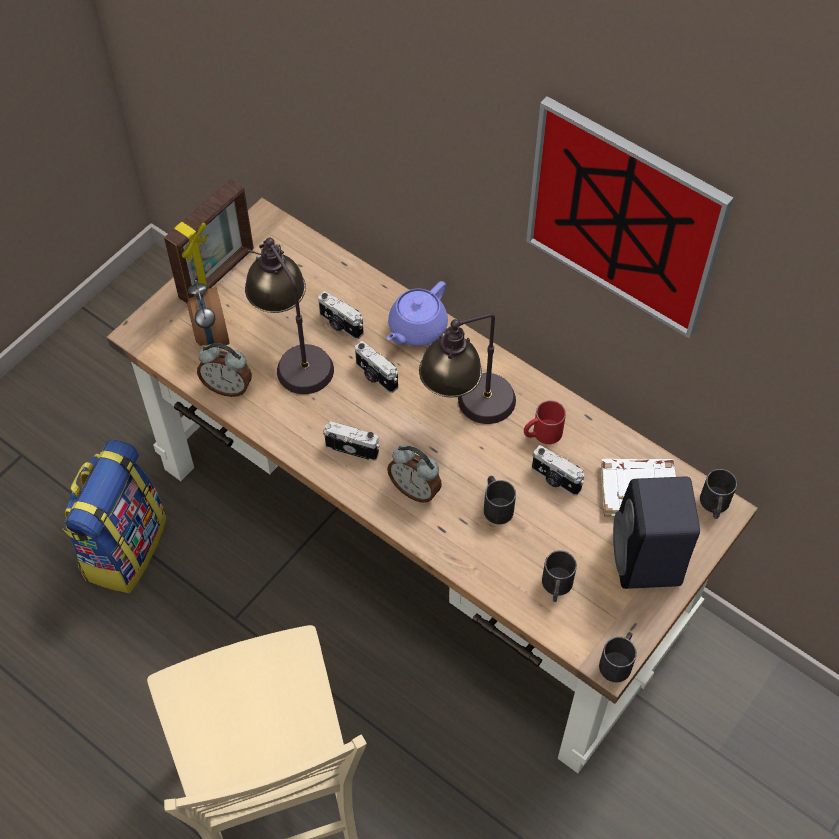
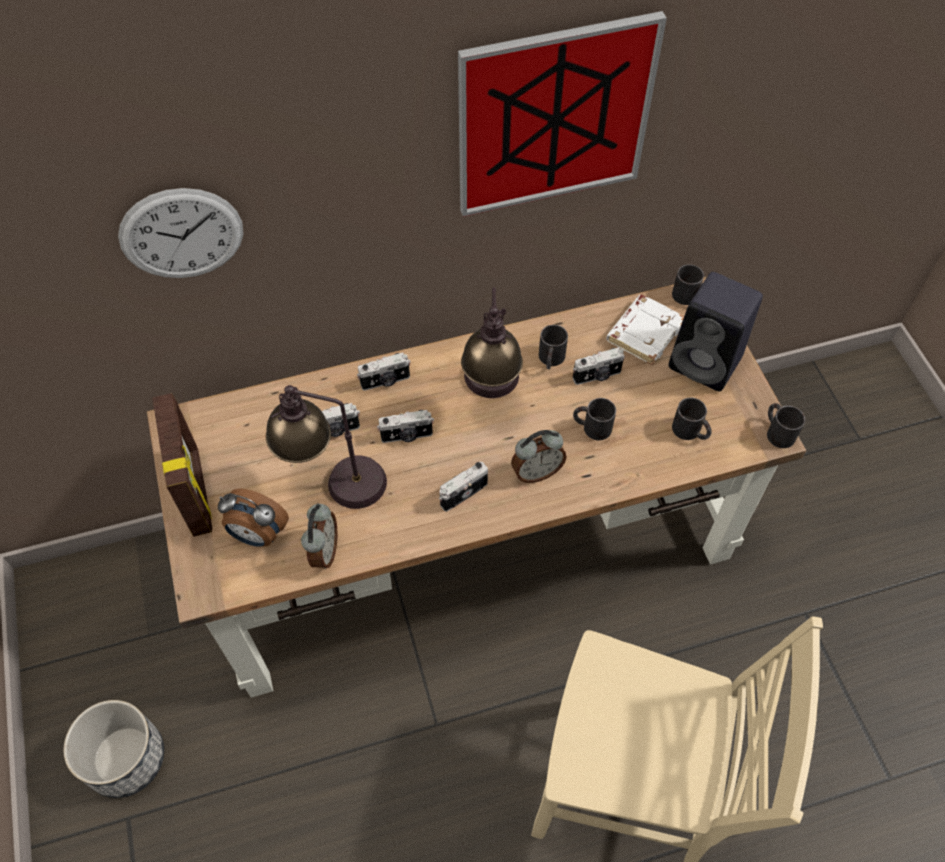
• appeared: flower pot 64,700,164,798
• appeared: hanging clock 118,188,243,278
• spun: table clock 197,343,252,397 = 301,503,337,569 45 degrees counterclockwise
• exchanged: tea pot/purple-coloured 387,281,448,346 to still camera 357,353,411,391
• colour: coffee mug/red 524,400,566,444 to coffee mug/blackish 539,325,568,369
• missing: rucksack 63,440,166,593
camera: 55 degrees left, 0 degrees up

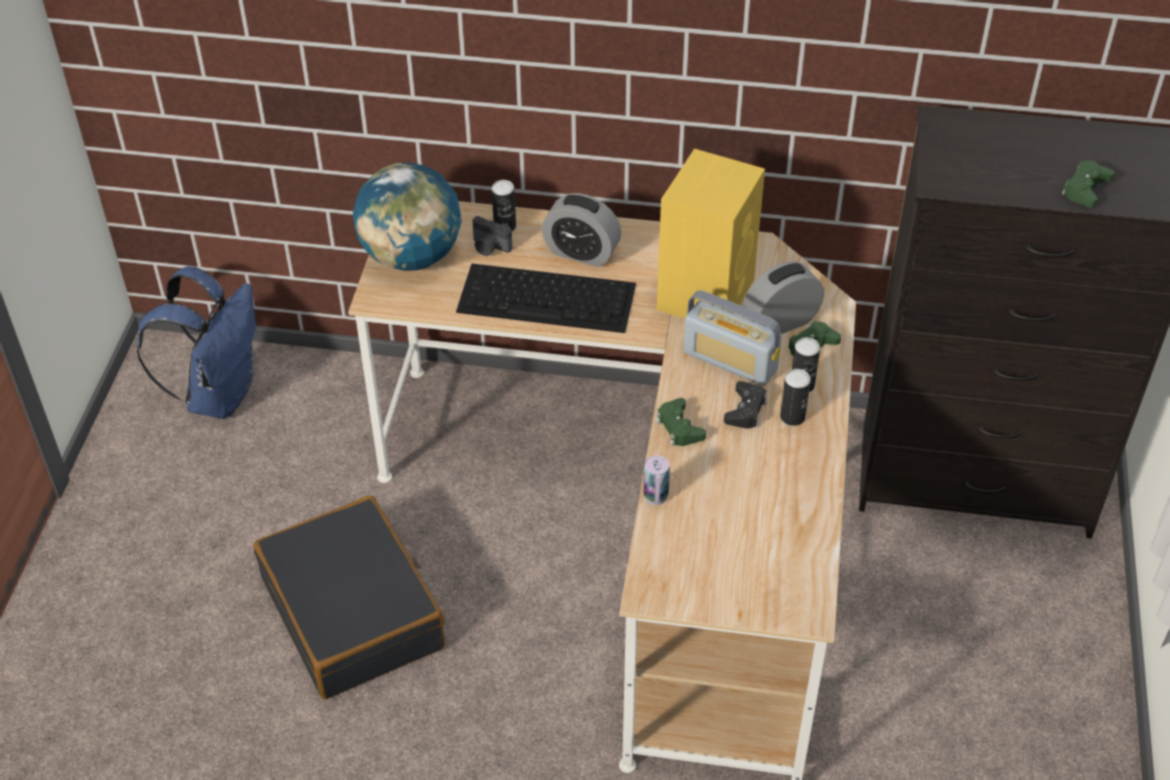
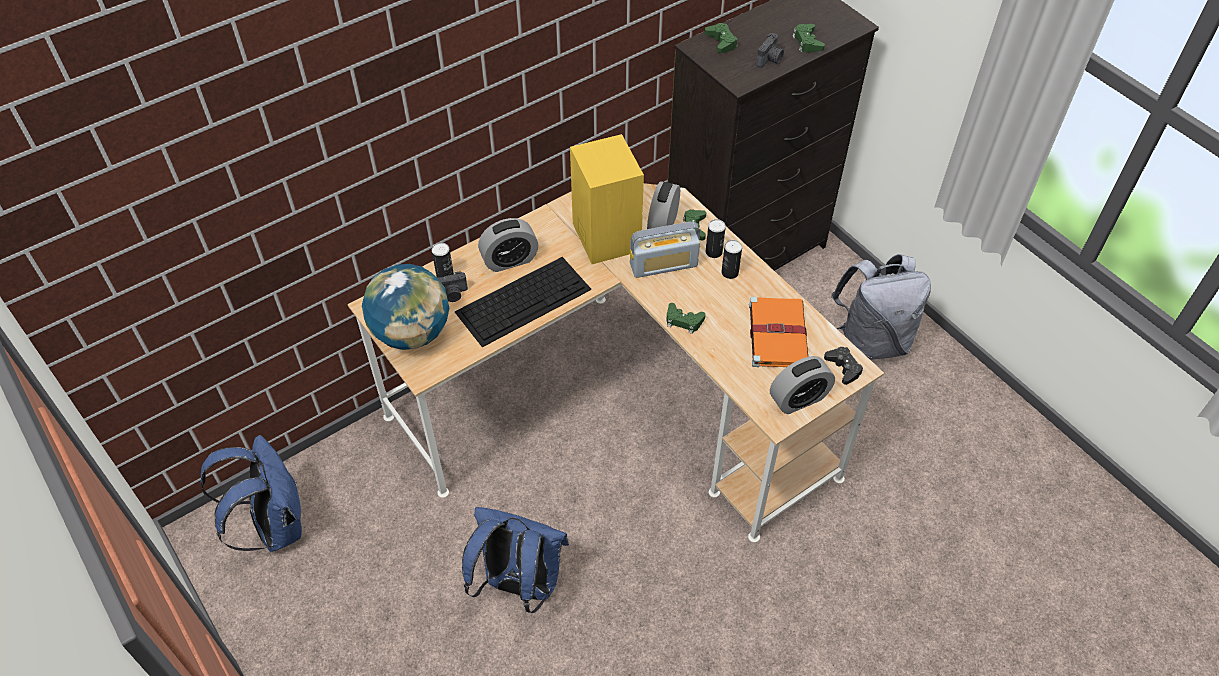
• exchanged: piece of luggage/blackish 253,495,445,699 to rucksack/blue-coloured 462,507,569,613
• appeared: gamepad/green 705,23,738,53
• appeared: book/orangey 749,297,808,367
• appeared: still camera 756,33,784,68
• appeared: table clock 770,356,835,414
• relocated: gamepad/blackish 724,381,767,429 to 824,347,863,385
• appeared: rucksack/grey 831,254,931,360
• missing: can 643,455,670,505
camera: 45 degrees left, 5 degrees up

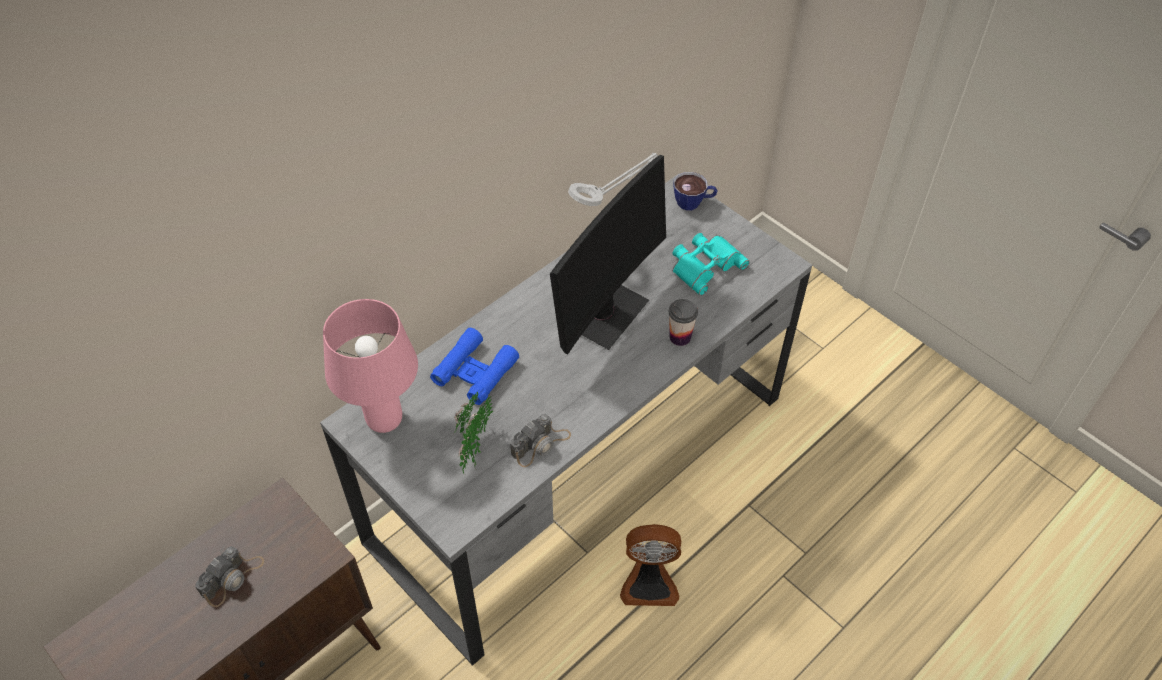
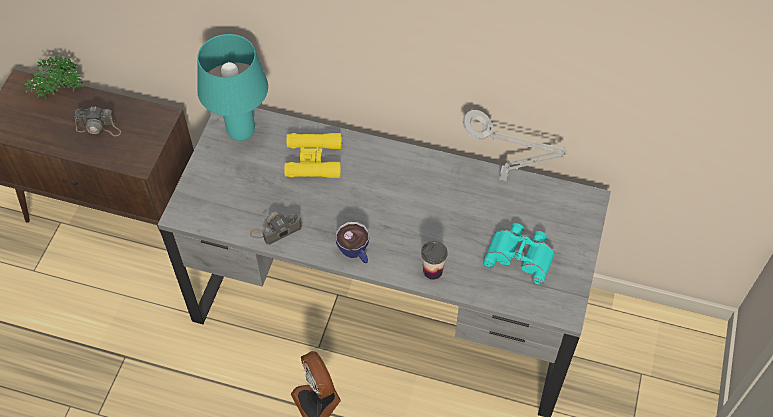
• relocated: potted plant 454,391,494,474 to 22,56,83,98
• colour: tabletop lamp/pink 323,299,418,433 to tabletop lamp/blue-green 197,34,268,141
• spun: still camera 510,414,571,467 = 250,211,302,245 135 degrees clockwise
• colour: pair of binoculars/blue-coloured 430,328,519,405 to pair of binoculars/yellow 284,133,342,178
• relocated: cup 673,172,717,211 to 336,222,369,263
• missing: monitor 550,155,666,354
camera: 60 degrees right, 5 degrees up

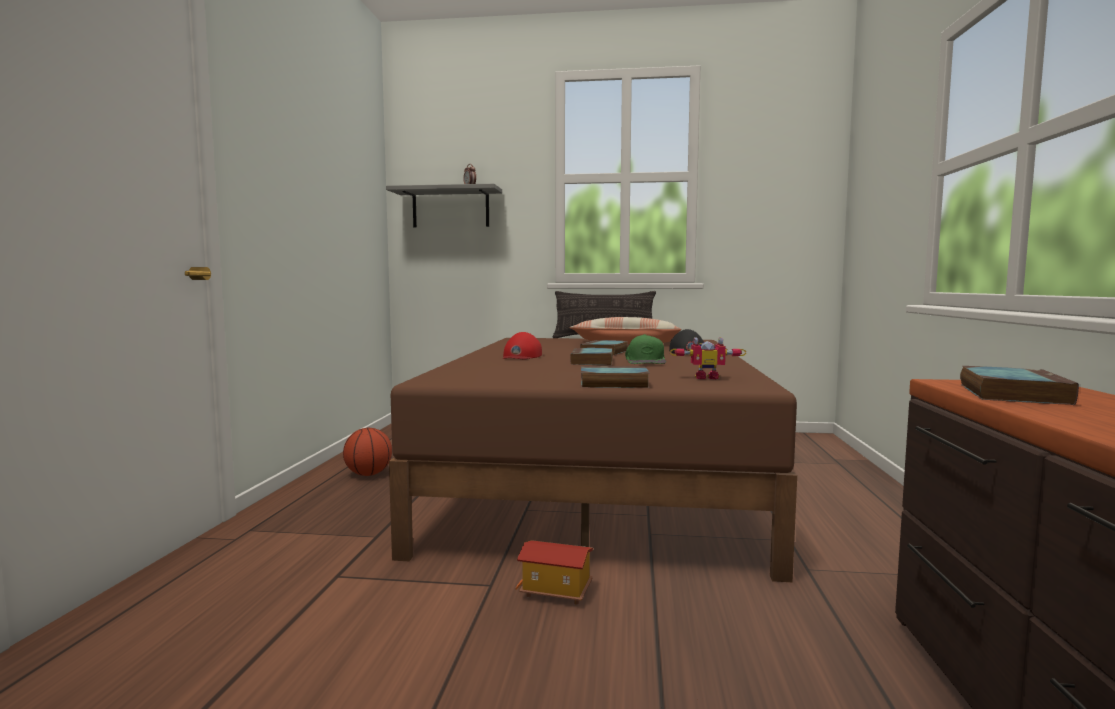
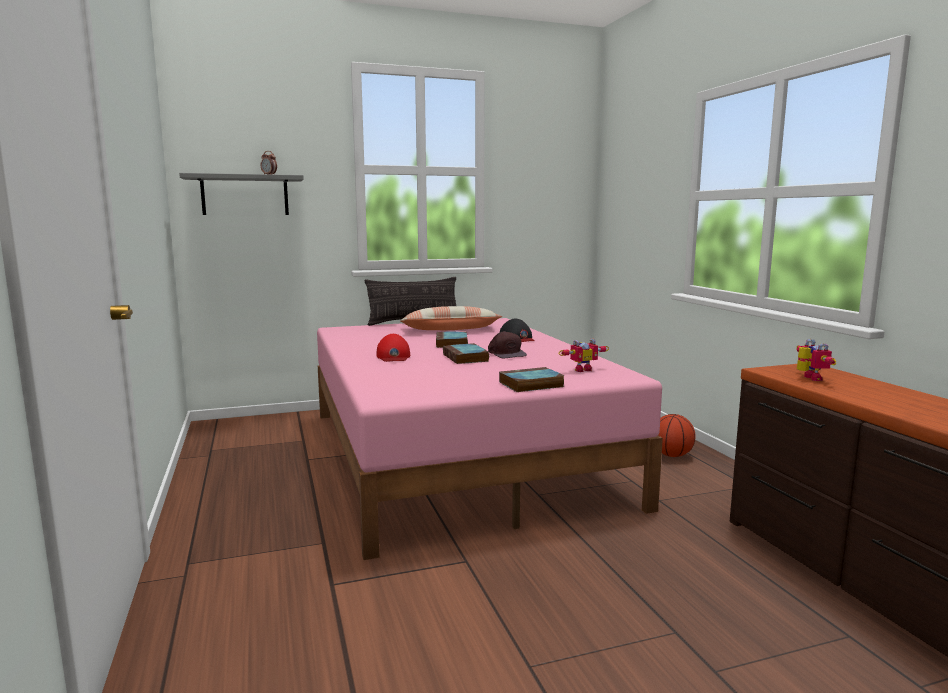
• colour: bed/brown 389,338,797,582 to bed/pink 317,318,663,560
• colour: baseball cap/green 625,334,666,364 to baseball cap/brown 488,331,527,358
• relocated: basketball 343,428,392,476 to 658,414,696,457
• exchanged: book 960,366,1079,405 to toy robot 796,339,836,381
• missing: miniature house 515,540,593,604
camera: 25 degrees left, 5 degrees up

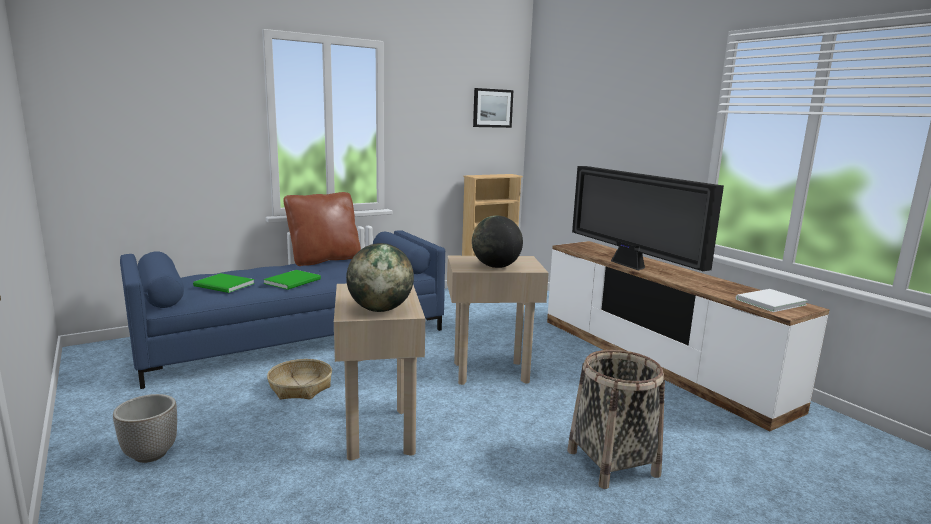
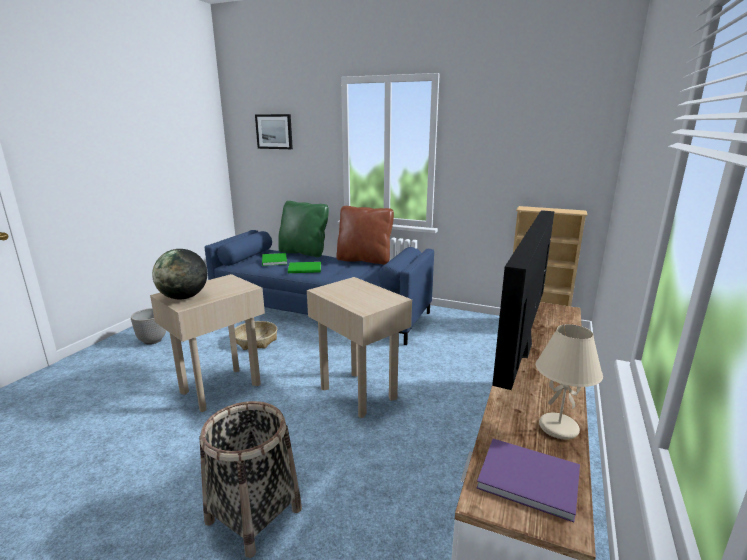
• relocated: wall art 473,88,514,128 to 255,114,293,149
• appeared: cushion/green 278,201,329,257
• colour: book/white 736,289,807,312 to book/purple-coloured 477,439,580,522
• appeared: tabletop lamp/beige 536,324,603,440
• missing: world globe 472,216,523,268
camera: 55 degrees right, 5 degrees up

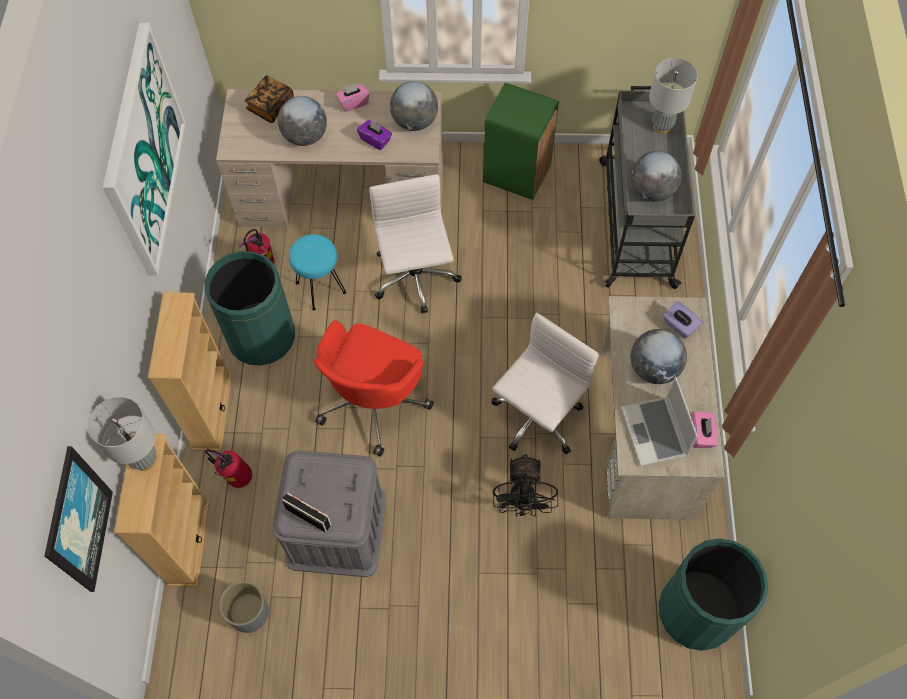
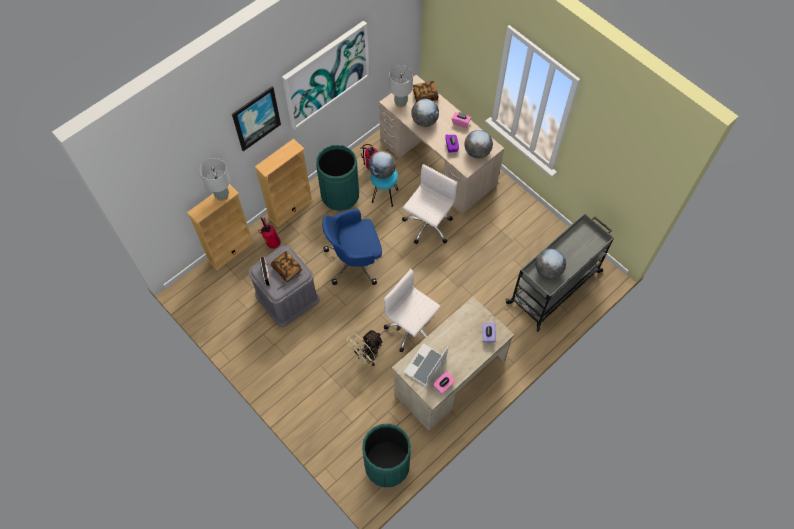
• relocated: wall art 44,446,113,592 to 232,86,281,151
• appeared: book 271,251,302,282
• colour: office chair/red 314,320,434,457 to office chair/blue-coloured 322,208,382,285
• colour: electric fan/blackish 493,454,558,517 to electric fan/beige 346,329,384,367
• relocated: world globe 631,329,687,384 to 369,151,396,179
• spun: office chair/white 491,313,599,454 = 384,269,441,352 135 degrees counterclockwise
• relocated: tabletop lamp/grey 649,58,698,134 to 389,65,413,107
• missing: flower pot/grey 219,581,269,633
• missing: trash can/green 483,83,559,200
camera: 45 degrees right, 0 degrees up

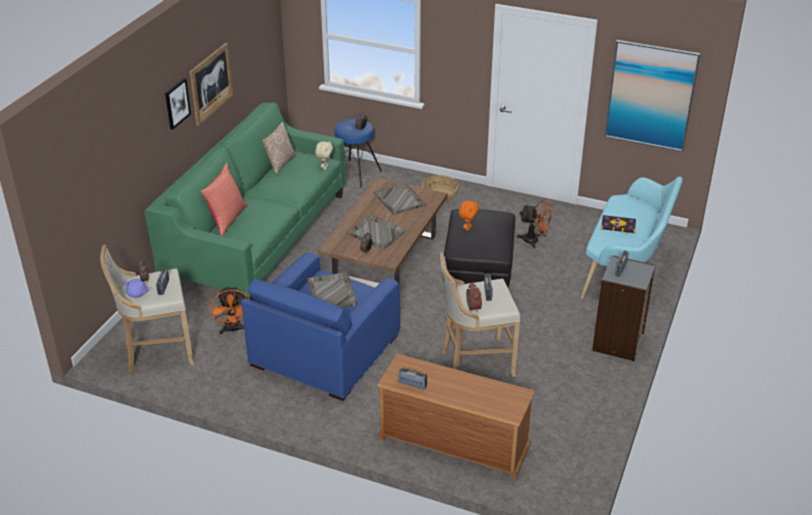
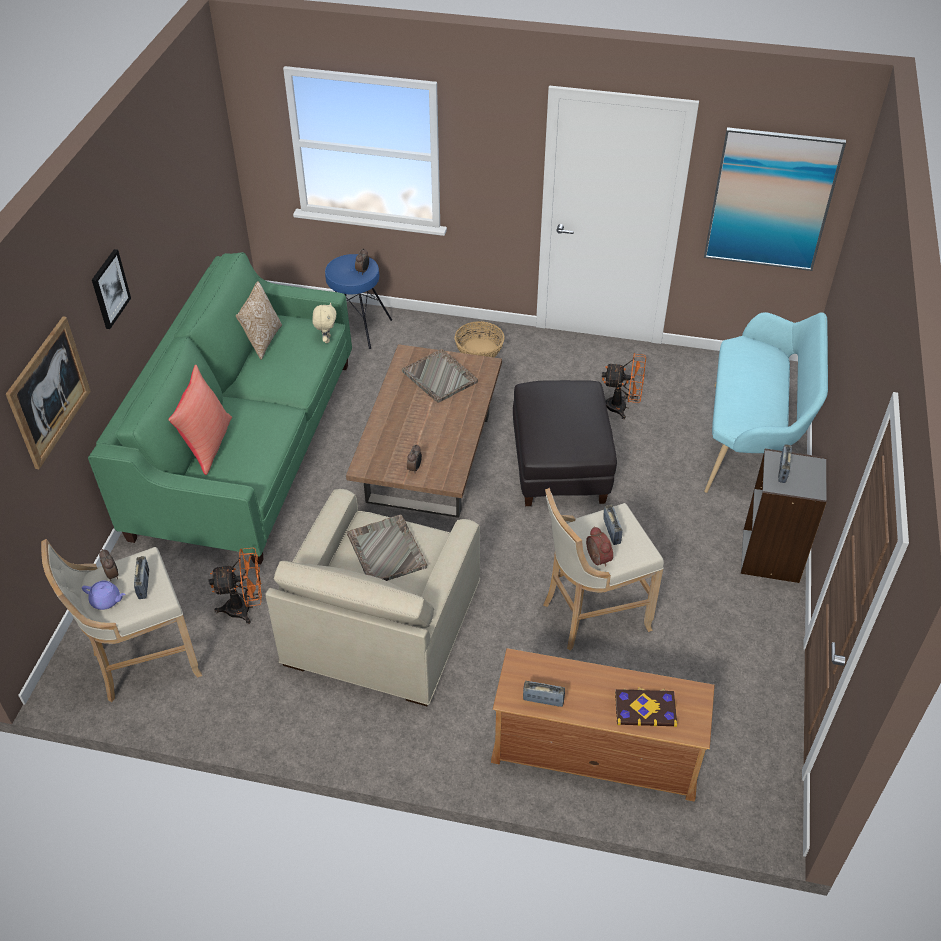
• relocated: wall art 189,43,233,126 to 6,317,91,469
• spun: electric fan/orangey 210,286,250,334 = 209,548,262,624 75 degrees counterclockwise
• colour: armchair/blue-coloured 241,253,400,401 to armchair/beige 265,489,480,706
• relocated: book 601,215,636,233 to 615,687,677,727
• missing: serving tray/grey 347,214,406,249
• missing: soft toy/orangey 459,201,479,231
camera: 10 degrees left, 10 degrees up

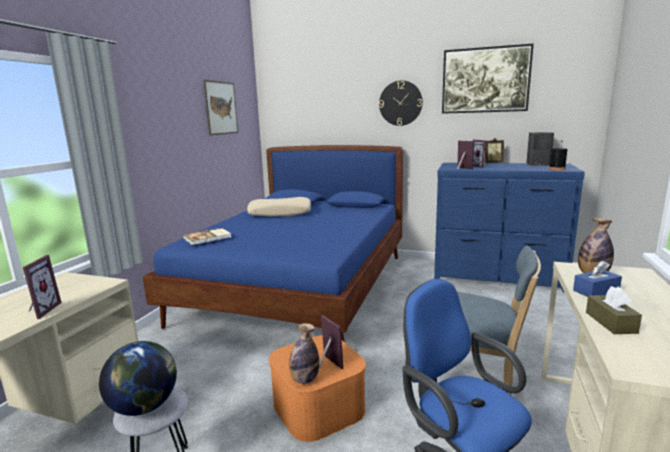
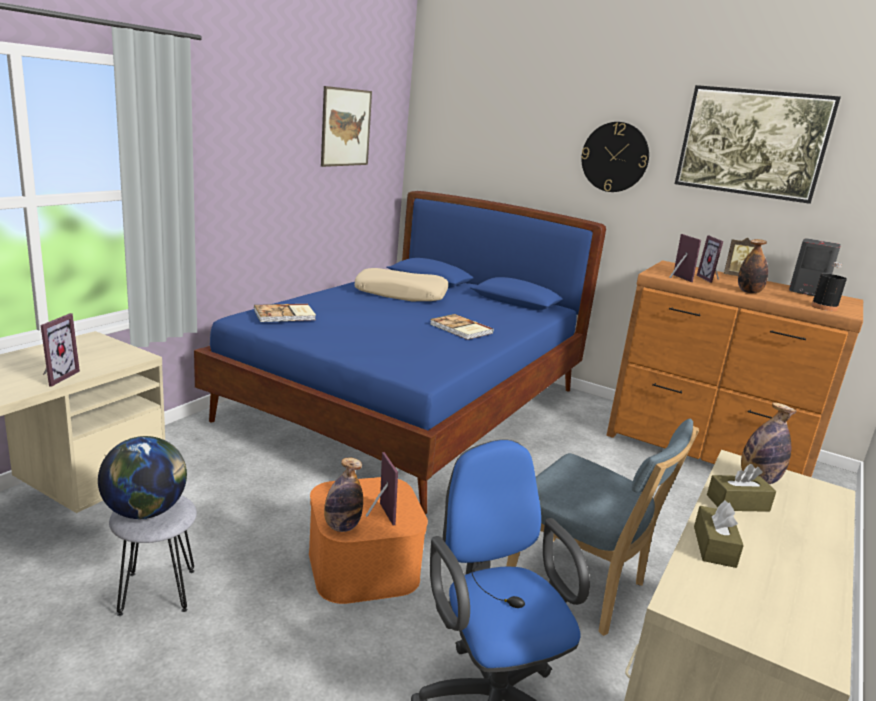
• appeared: book 430,314,493,340
• colour: chest of drawers/blue-coloured 434,163,585,292 to chest of drawers/brown 607,260,863,477
• colour: tissue holder/blue-coloured 573,261,622,297 to tissue holder/brown 707,464,776,512
• appeared: drink bottle 738,239,768,293
camera: 10 degrees right, 5 degrees up

